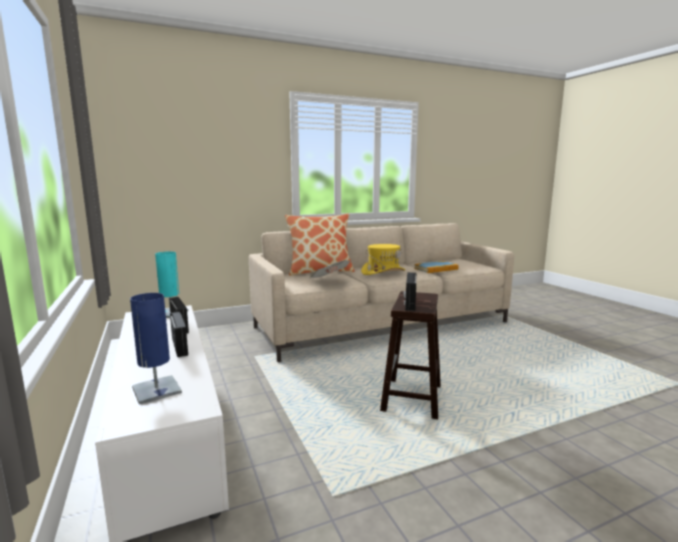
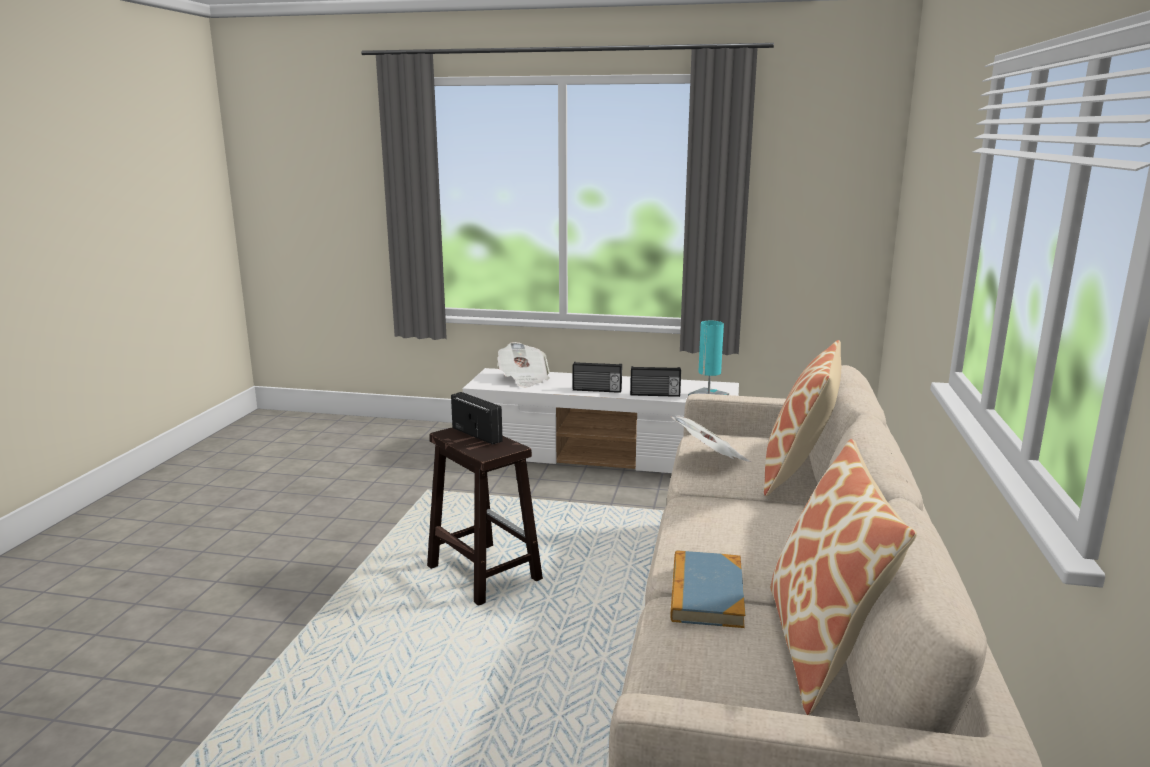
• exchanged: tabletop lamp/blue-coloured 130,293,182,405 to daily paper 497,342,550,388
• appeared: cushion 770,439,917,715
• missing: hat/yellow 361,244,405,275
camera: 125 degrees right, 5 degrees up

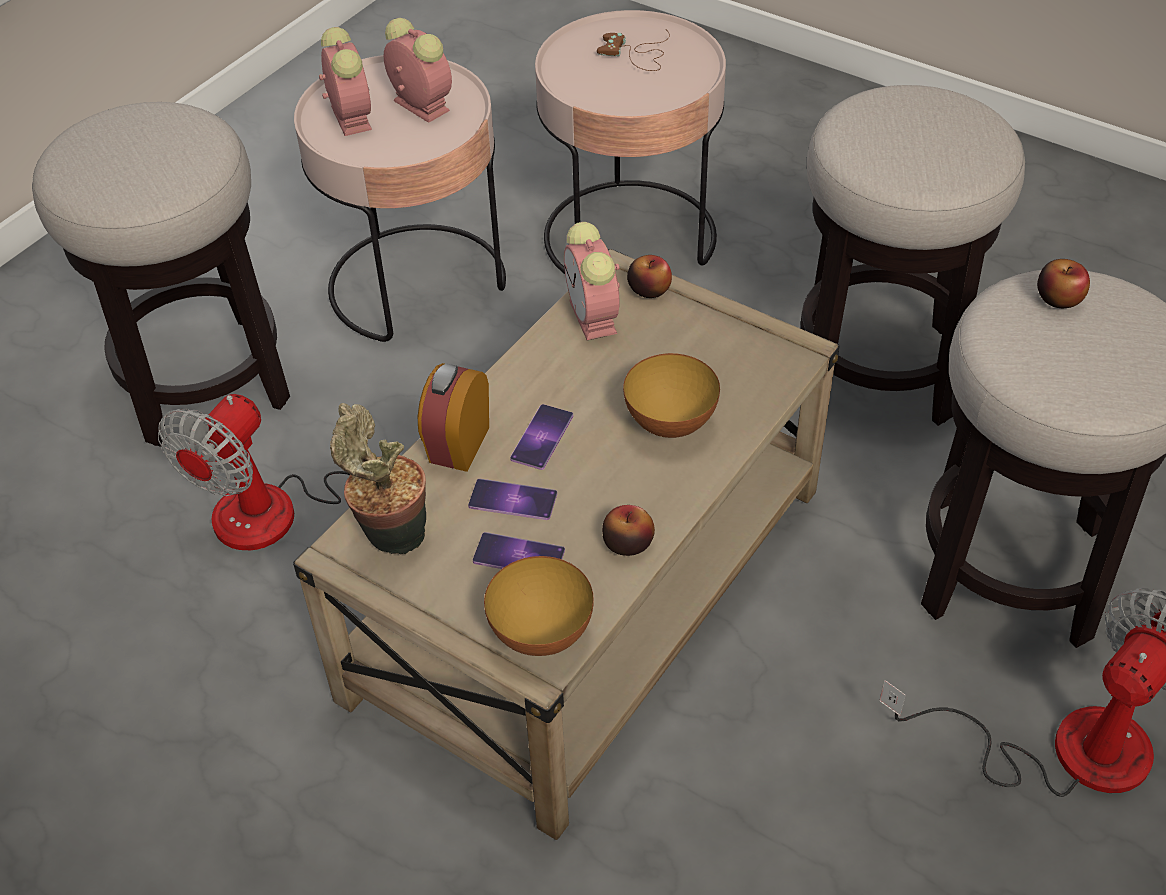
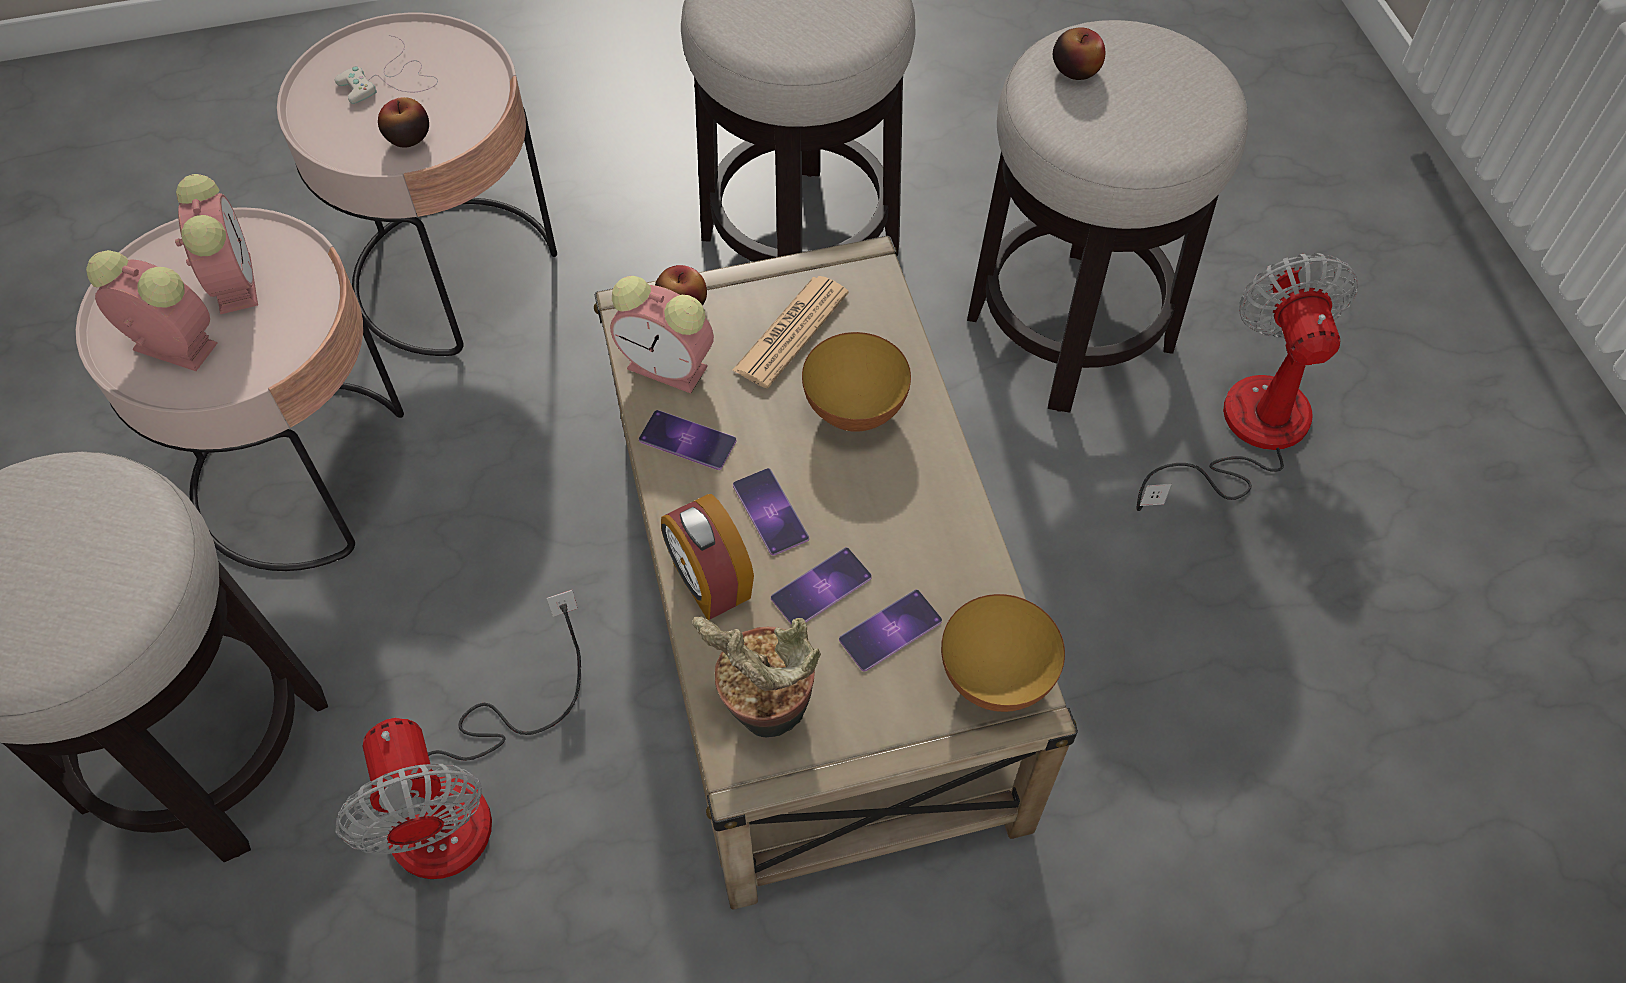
• spun: table clock 384,18,452,123 = 175,174,258,314 75 degrees clockwise
• colour: gamepad/brown 597,30,670,71 to gamepad/white 335,35,438,104
• relocated: apple fruit 602,505,655,556 to 378,97,429,148
• appeared: handset 639,410,736,470
• appeared: daily paper 732,276,849,388
camera: 50 degrees left, 10 degrees up

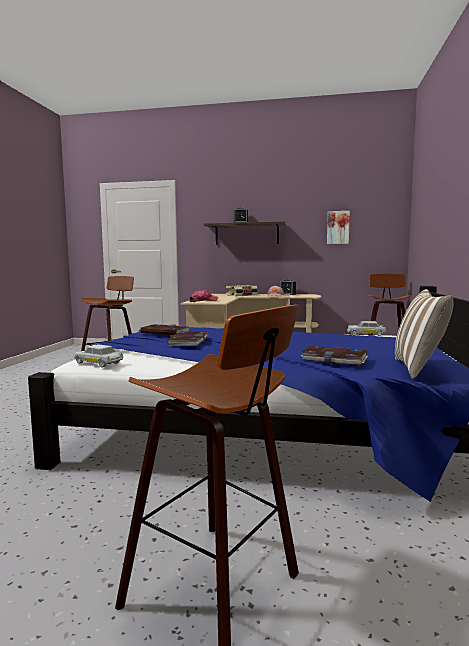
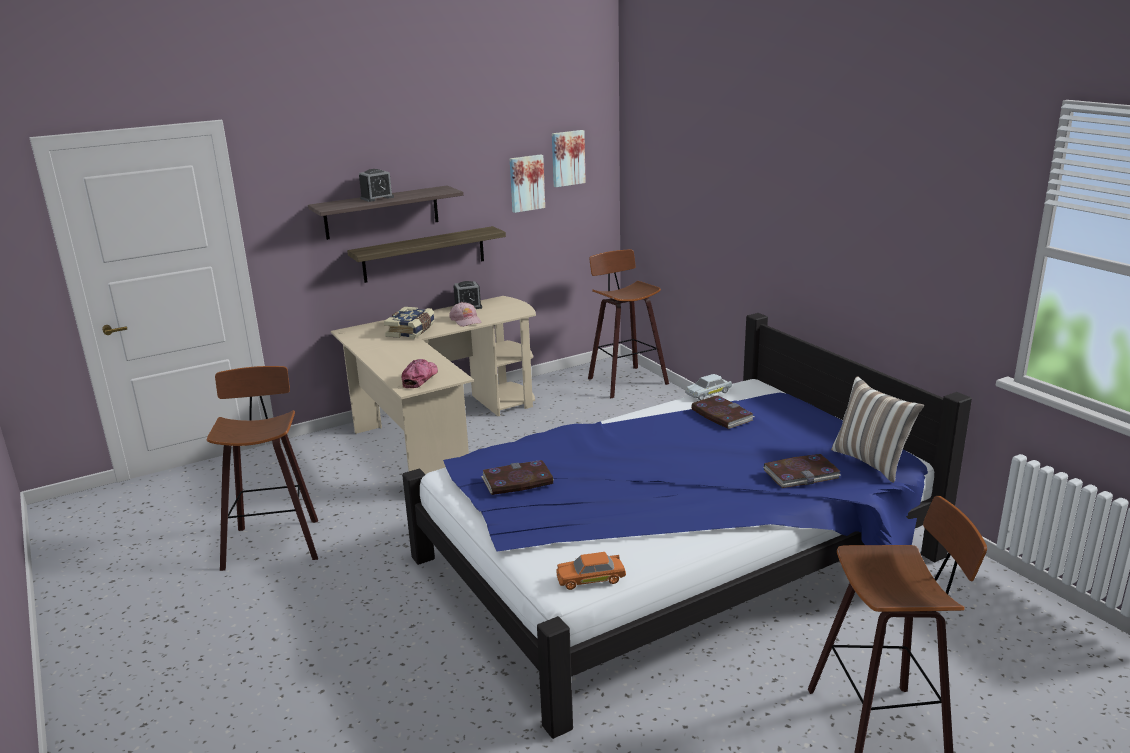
• appeared: bracket shelf 347,226,506,283
• appeared: wall art 552,130,586,187
• colour: miniature car/white 74,345,123,367 to miniature car/orangey 556,552,626,590
• relocated: book 167,331,208,346 to 691,395,754,429
camera: 40 degrees left, 15 degrees up

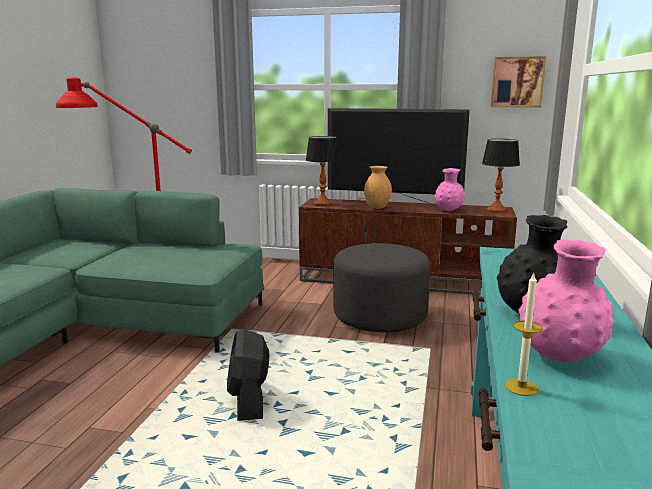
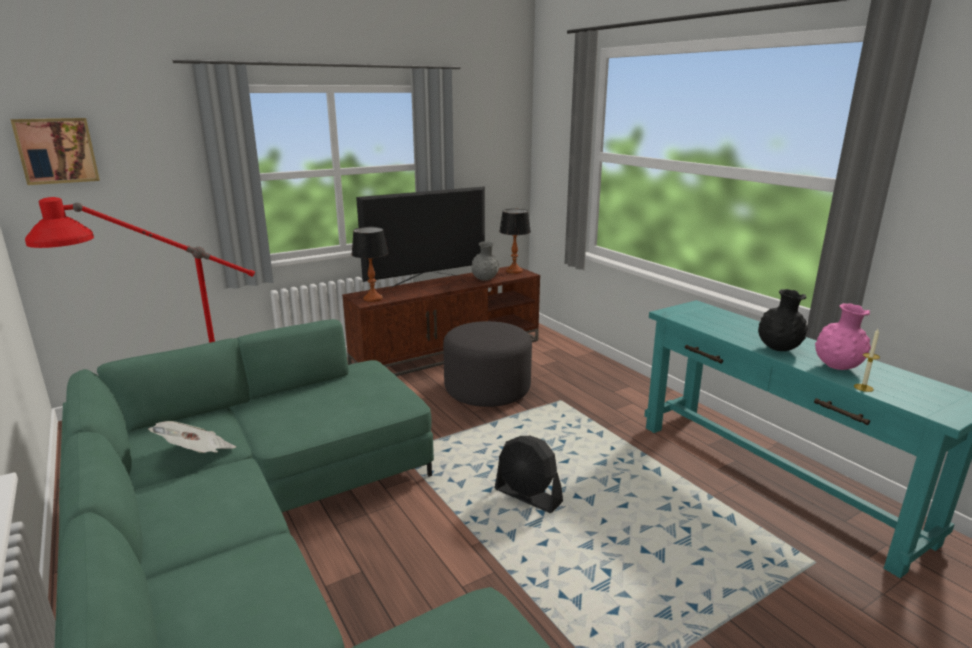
• relocated: wall art 491,56,546,108 to 10,118,100,185
• appeared: daily paper 148,421,237,453
• colour: decorative vase/pink 435,168,465,211 to decorative vase/grey 472,241,499,280
• missing: decorative vase/brown 364,166,392,209
camera: 45 degrees left, 5 degrees up

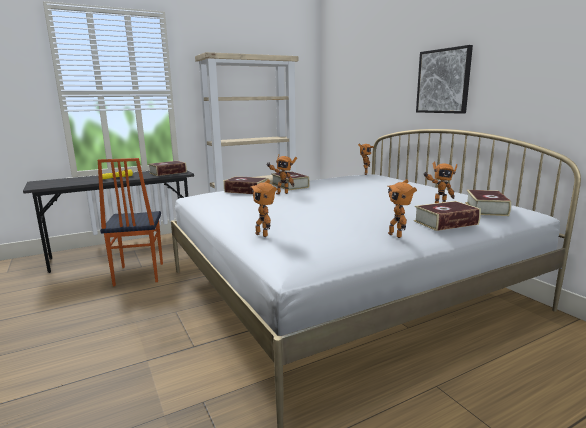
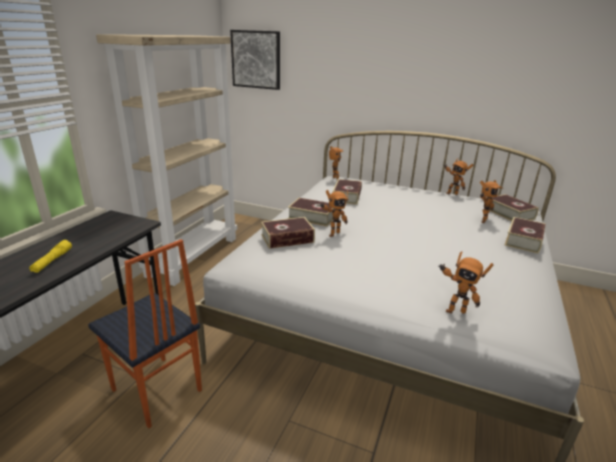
• relocated: wall art 416,45,473,114 to 230,30,280,90
• relocated: book 148,161,187,176 to 333,179,362,205
• relocated: toy robot 387,179,417,238 to 443,158,474,195
camera: 40 degrees left, 10 degrees up

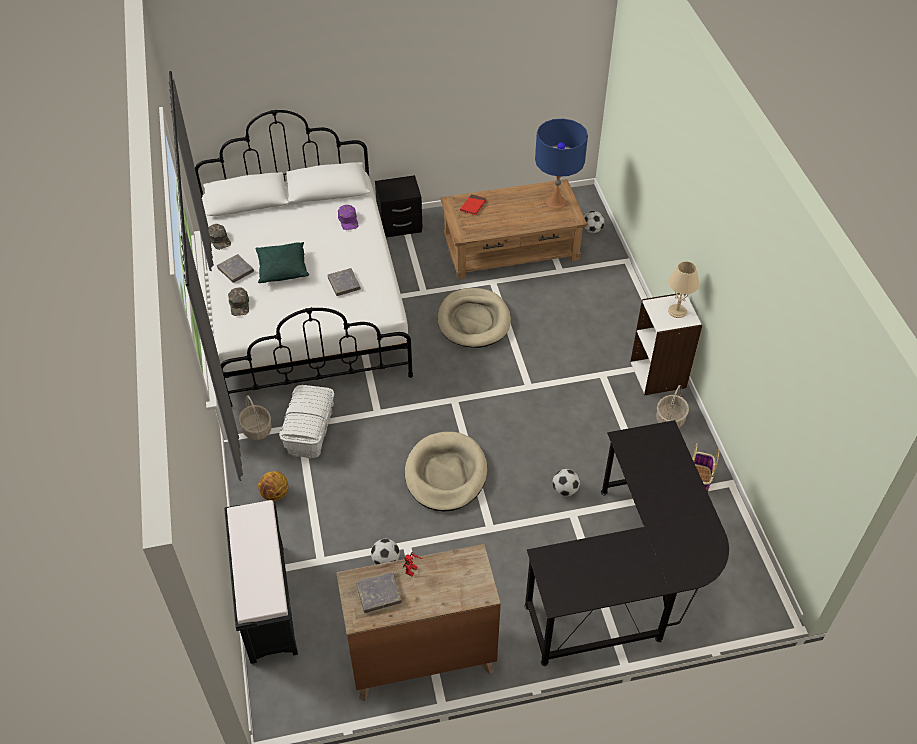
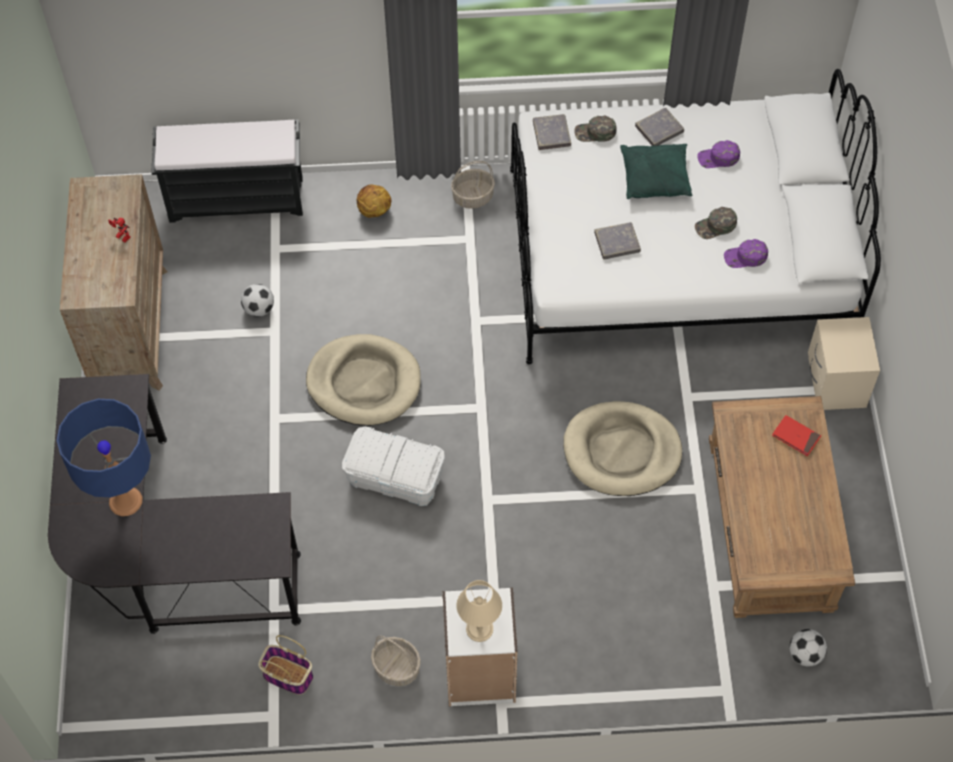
• relocated: tabletop lamp/blue-coloured 535,119,588,209 to 57,399,151,516
• relocated: storage bin/white 279,385,334,458 to 342,427,445,506
• relocated: book/grey 356,572,402,613 to 533,114,571,150
• relocated: baseball cap/green 208,224,231,250 to 695,207,737,239
• appeared: baseball cap/purple-coloured 698,140,740,168
• colour: bedside table/blackish 375,175,422,237 to bedside table/beige 808,317,880,410
• missing: ball for football 552,469,580,496
camera: 100 degrees right, 10 degrees up

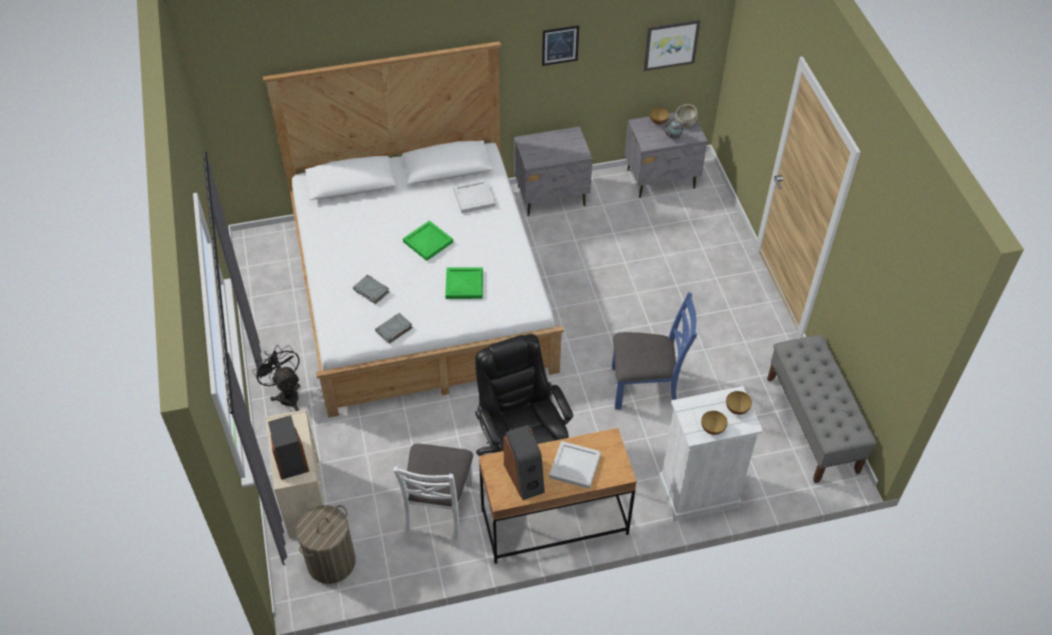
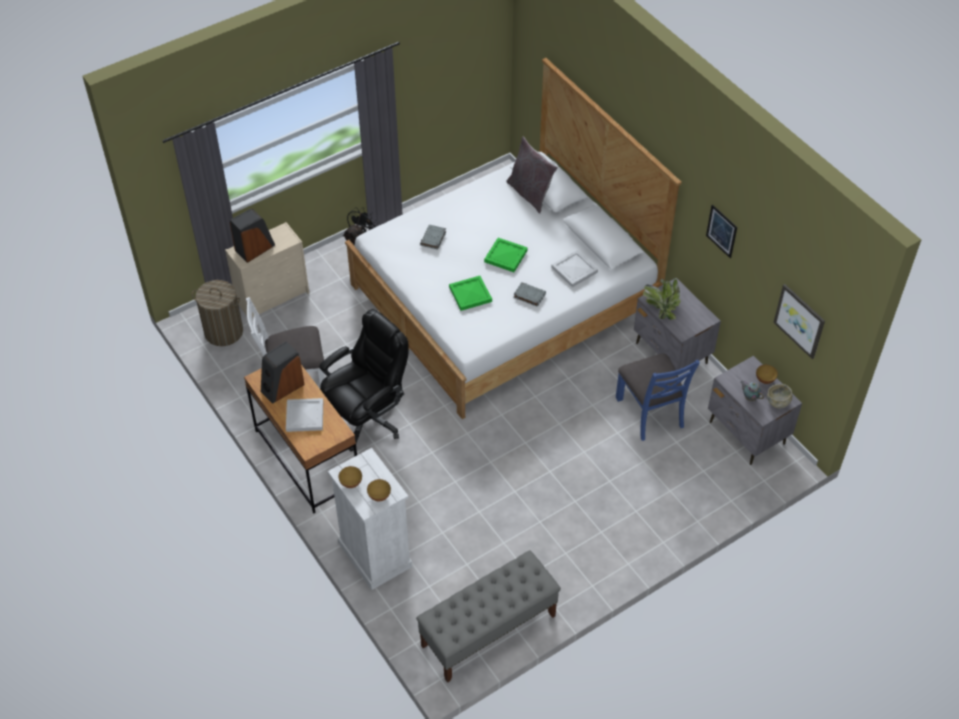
• appeared: cushion/grey 506,136,558,213
• relocated: book/grey 375,313,413,344 to 513,282,546,307
• relocated: plain chair/blue-coloured 612,292,697,409 to 616,354,700,441
• appeared: potted plant 643,278,680,320
camera: 70 degrees right, 0 degrees up

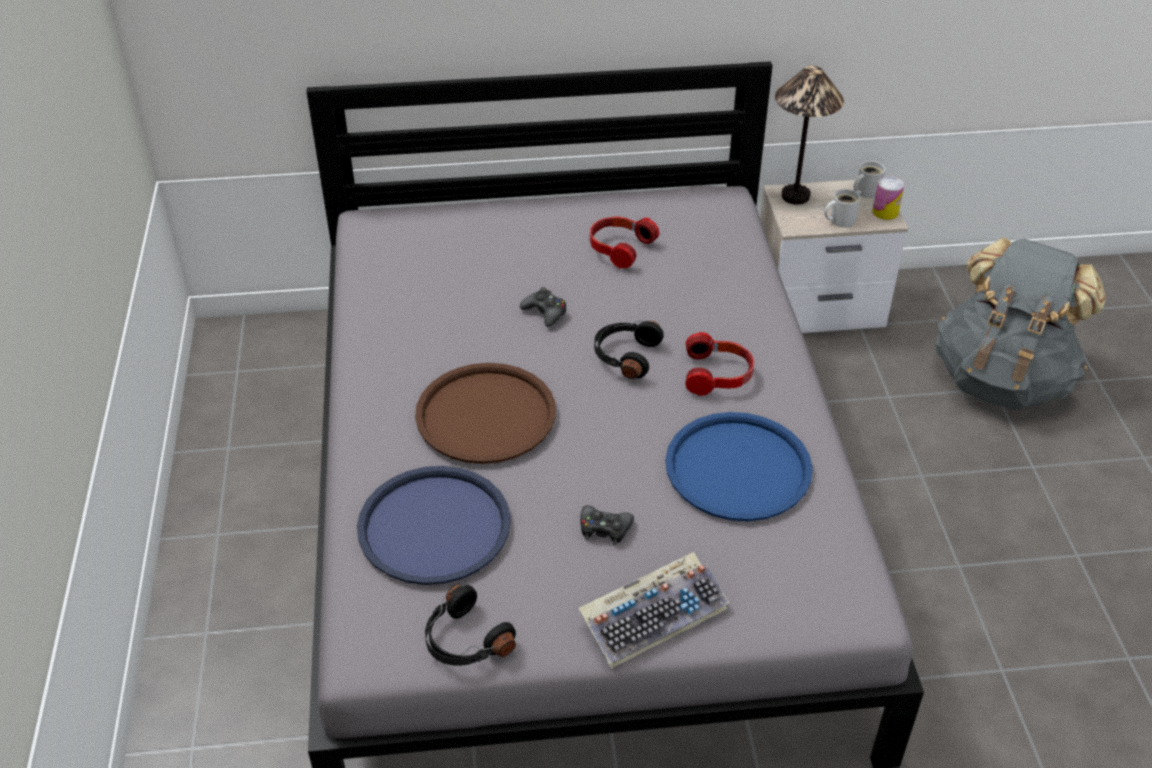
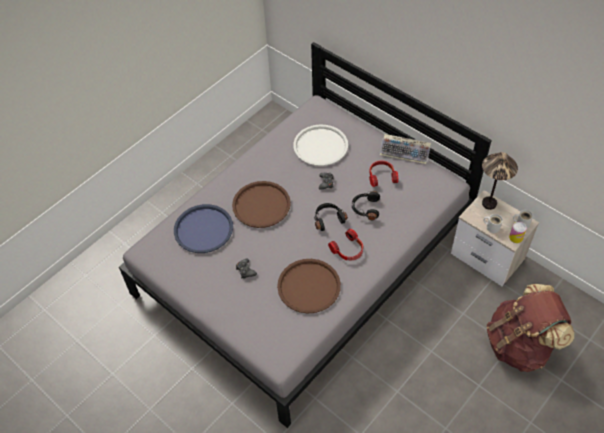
• colour: serving tray/blue-coloured 665,412,813,522 to serving tray/brown 277,259,341,314
• appeared: serving tray/white 293,125,348,166
• relocated: headset/blackish 425,585,516,666 to 352,191,380,221
• relocated: keyboard 579,552,729,669 to 379,134,431,164
• colour: rucksack/grey 936,237,1106,410 to rucksack/brown 487,284,574,372
camera: 50 degrees right, 10 degrees up

